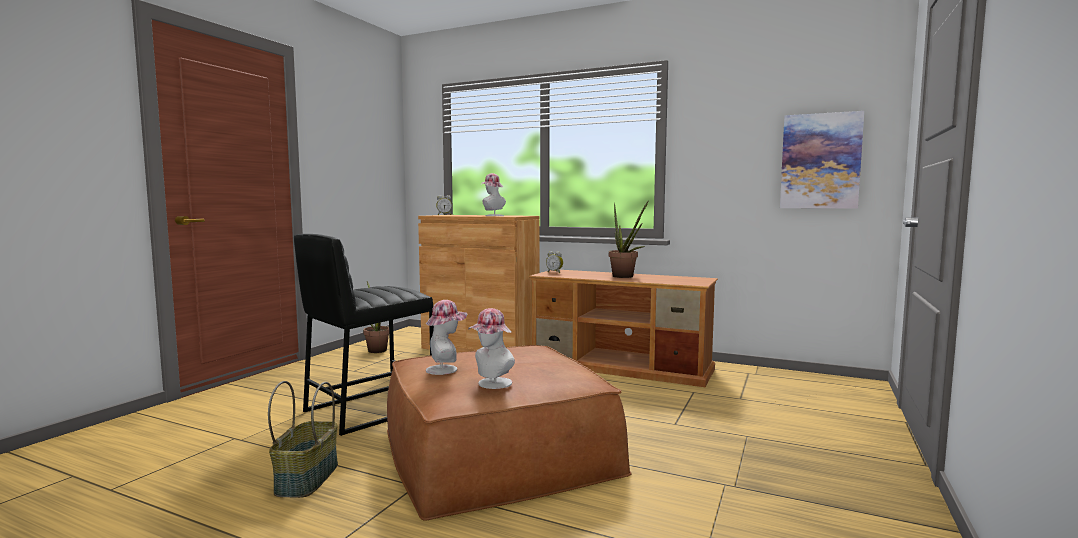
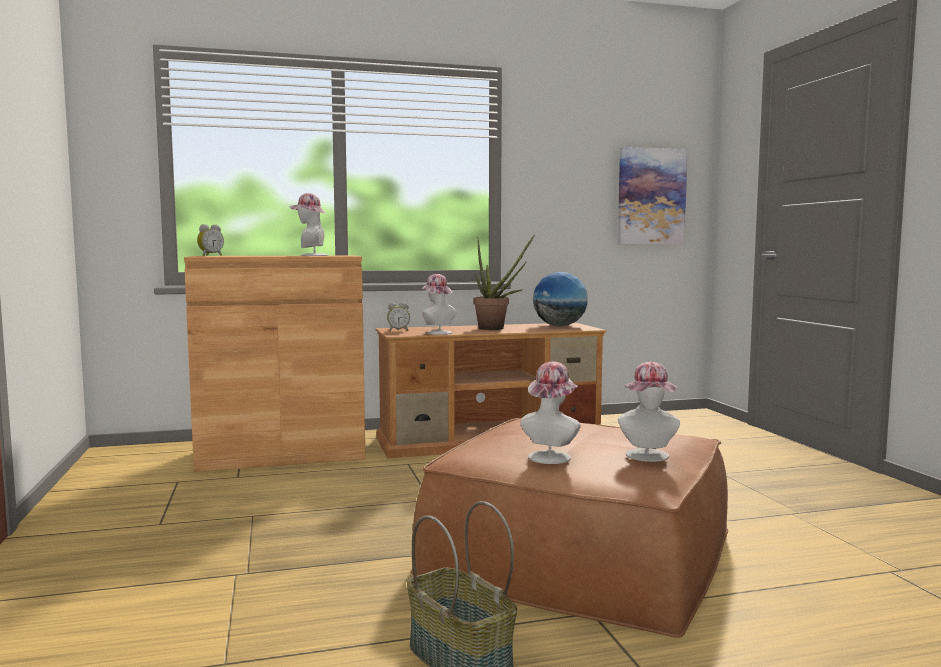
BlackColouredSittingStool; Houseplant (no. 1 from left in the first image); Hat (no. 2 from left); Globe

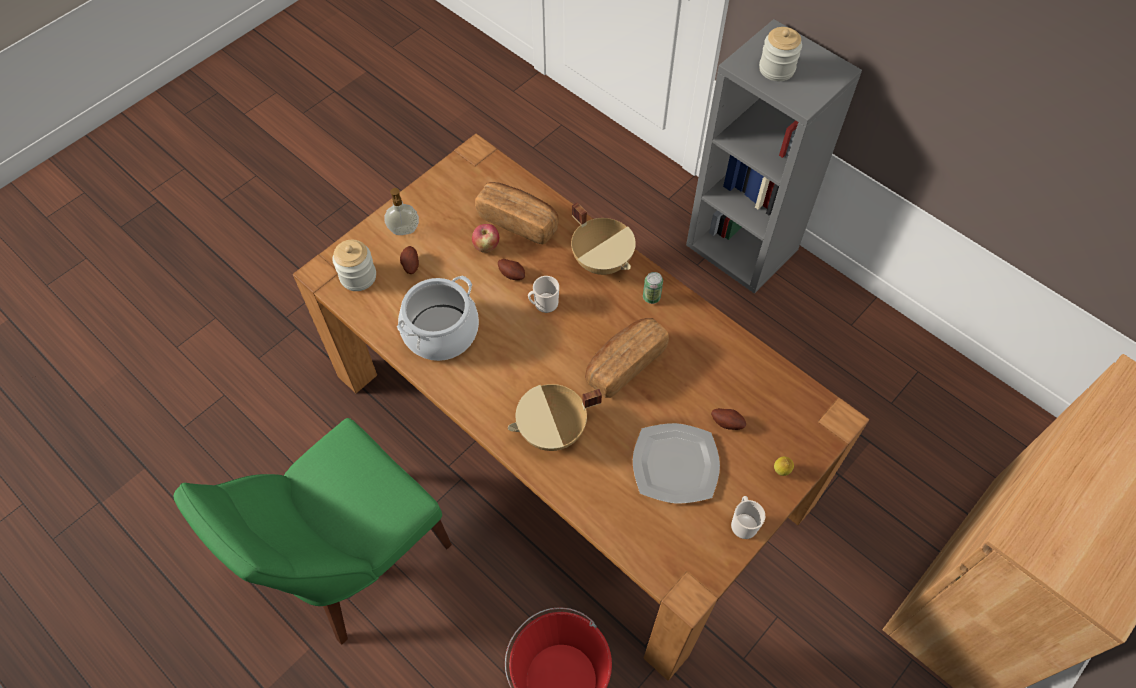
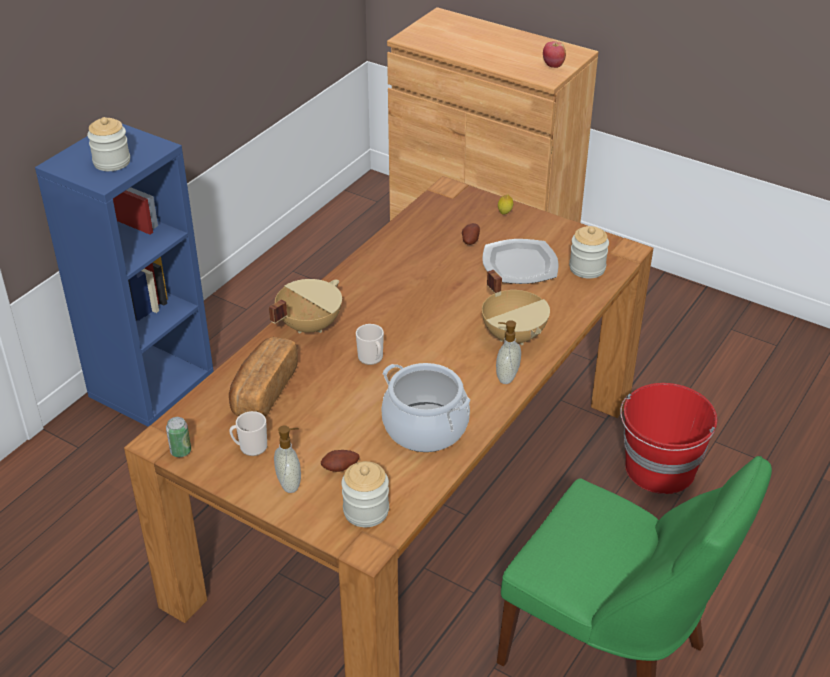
AppleFruit; WholePotato (no. 2 from left in the first image); BakeryBread (no. 2 from left in the first image); MetalCan; BlueBookshelf; Mug (no. 1 from left); LiquidSoapBottle (no. 2 from left); Jar (no. 3 from left)

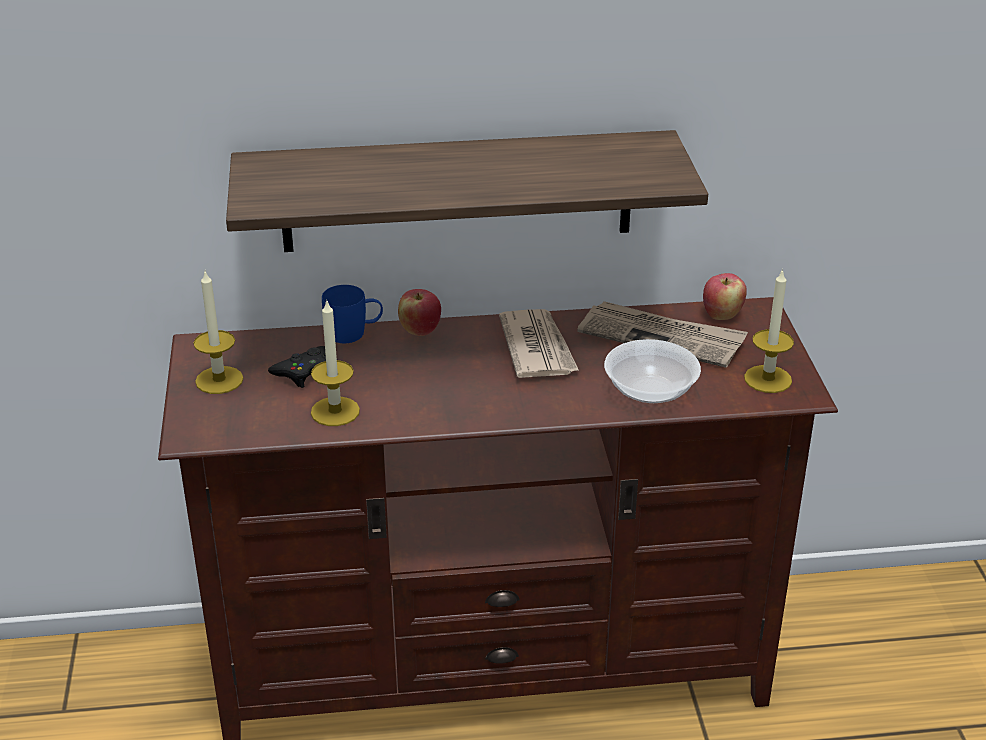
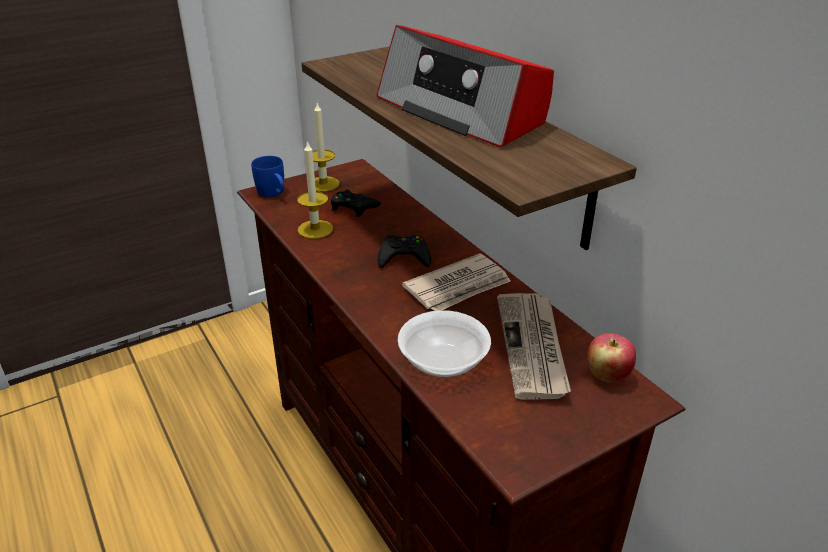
BlueMug; AppleFruit (no. 1 from left in the first image); WaxCandle (no. 3 from left in the first image); RadioReceiver; BlackColouredGamepad (no. 2 from left)

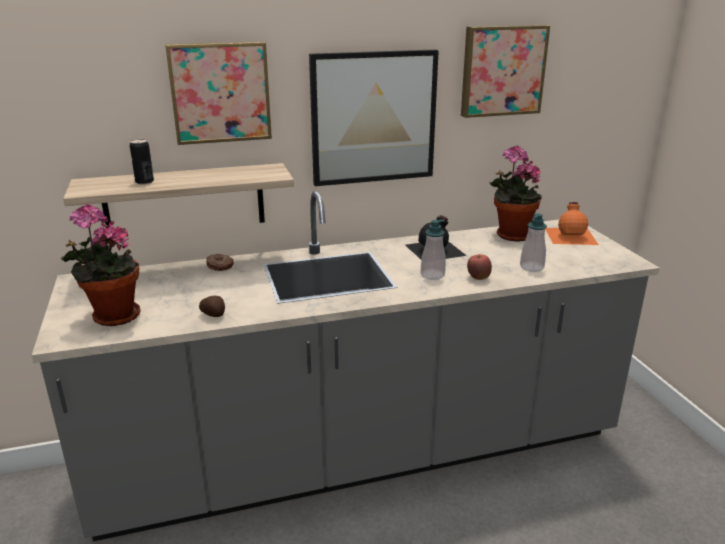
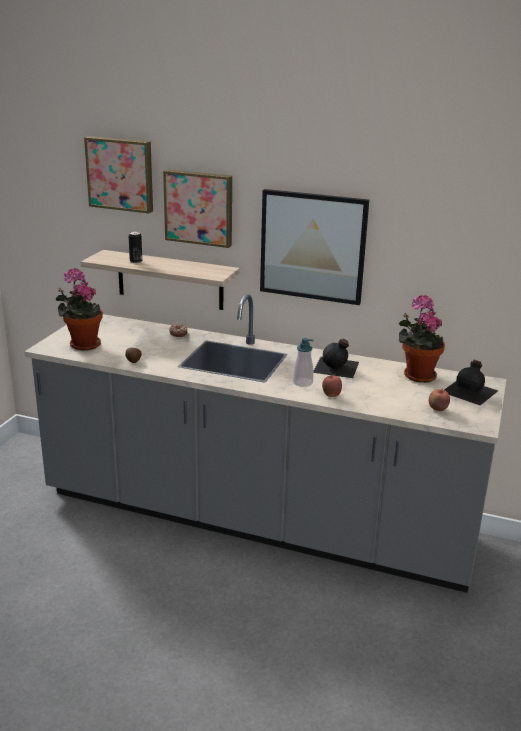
WallPicture (no. 1 from left); LiquidSoapBottle (no. 2 from left in the first image); BlackColouredDrinkBottle (no. 2 from left); AppleFruit (no. 2 from left)

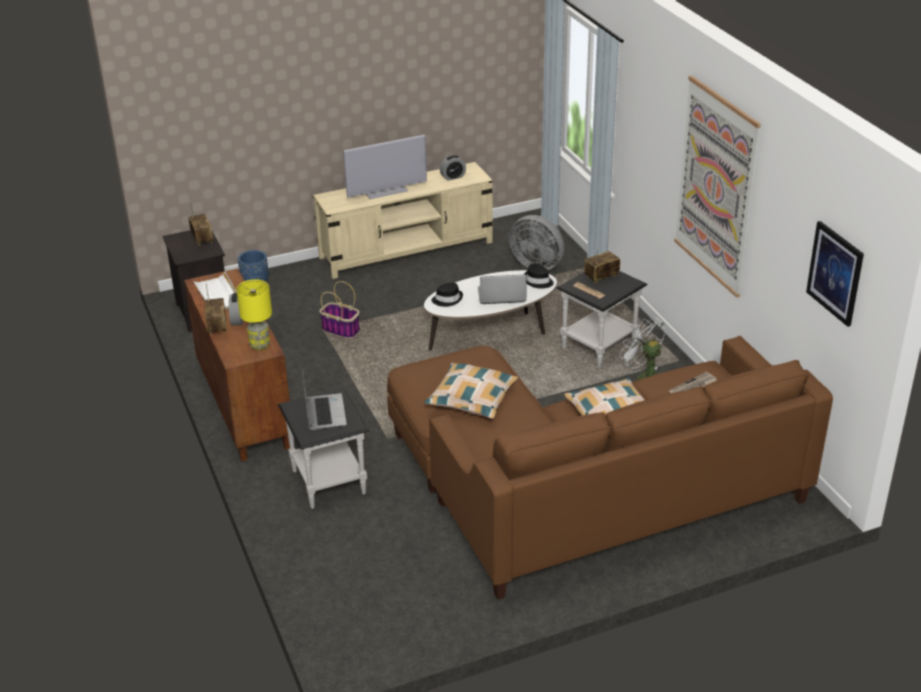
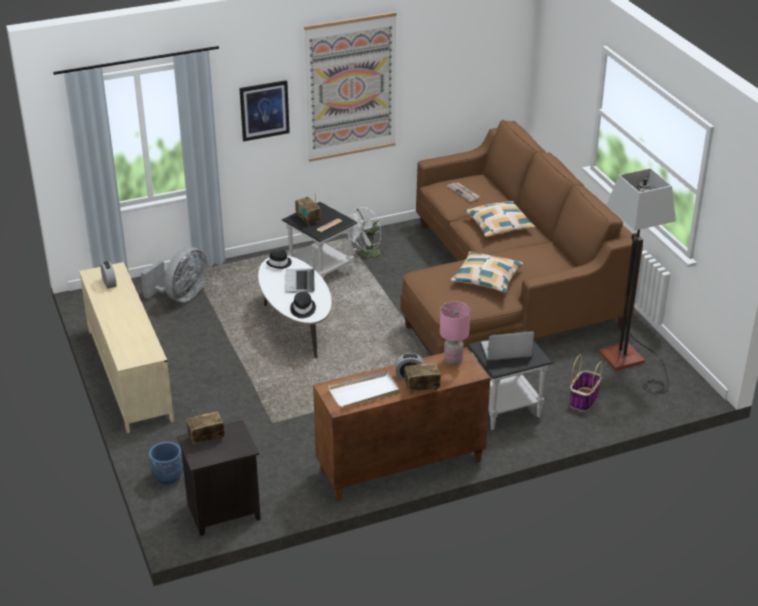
PinkColouredTableLamp; Basket; Tv; WallPicture (no. 1 from left); StandardLamp

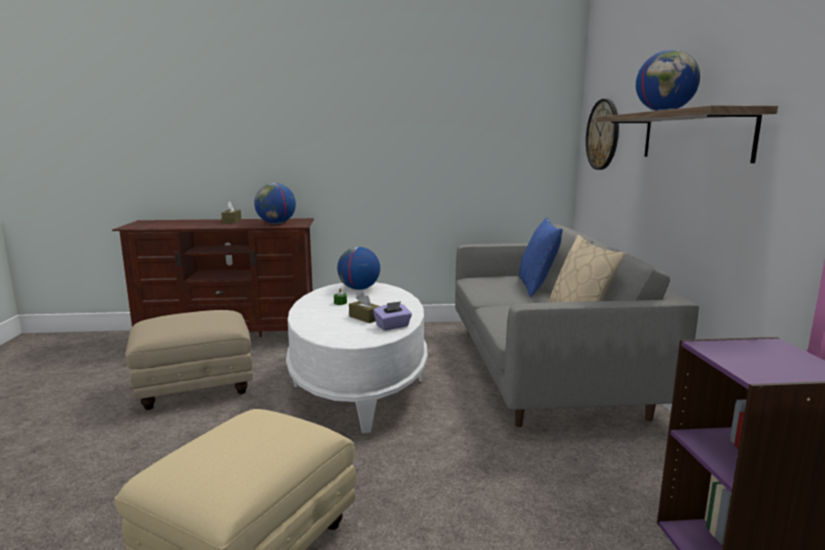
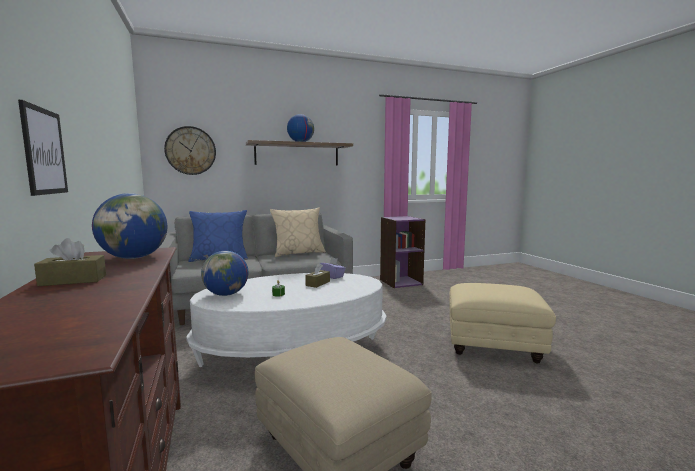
WallPicture

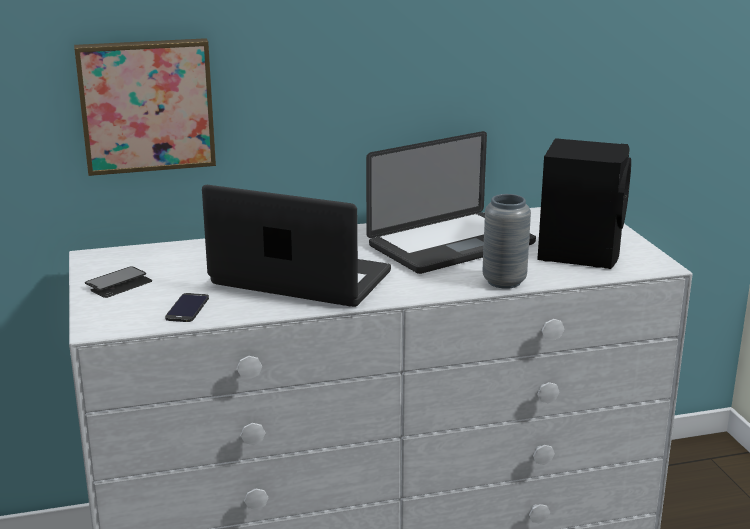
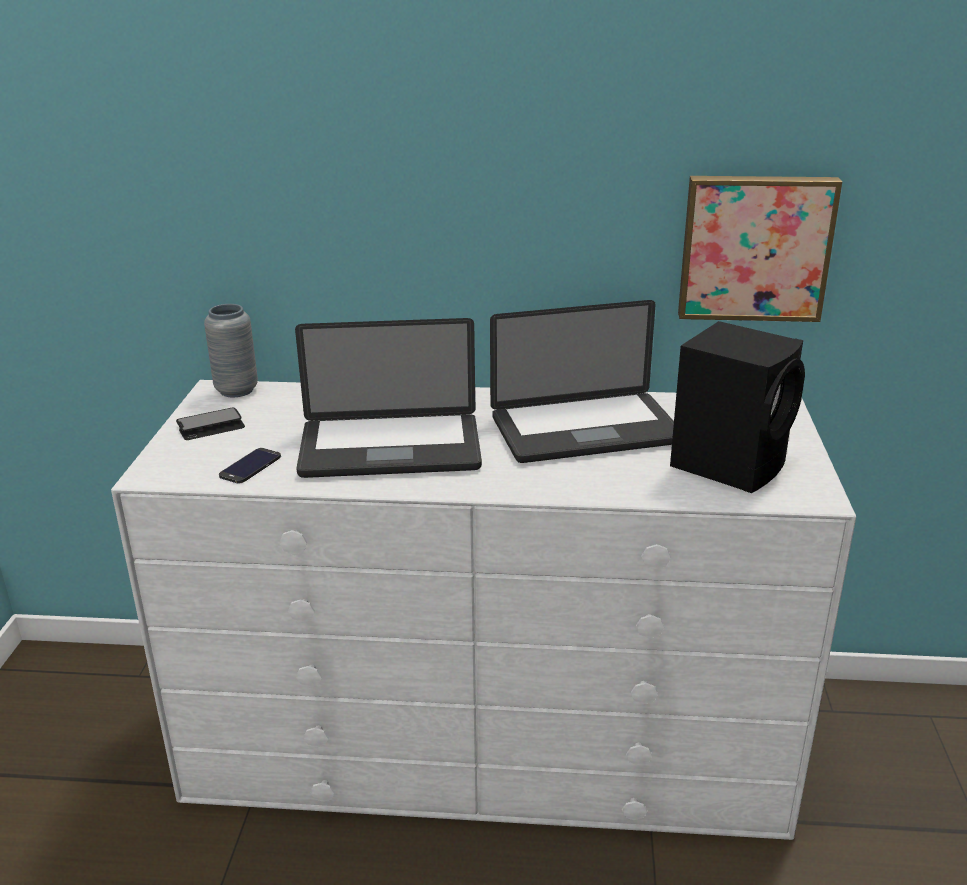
WallPicture; NotebookComputer (no. 1 from left); GrayFlowerVase

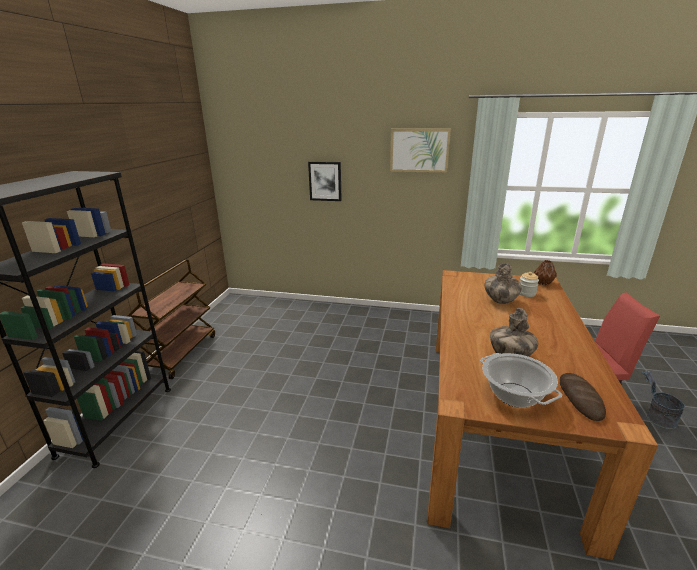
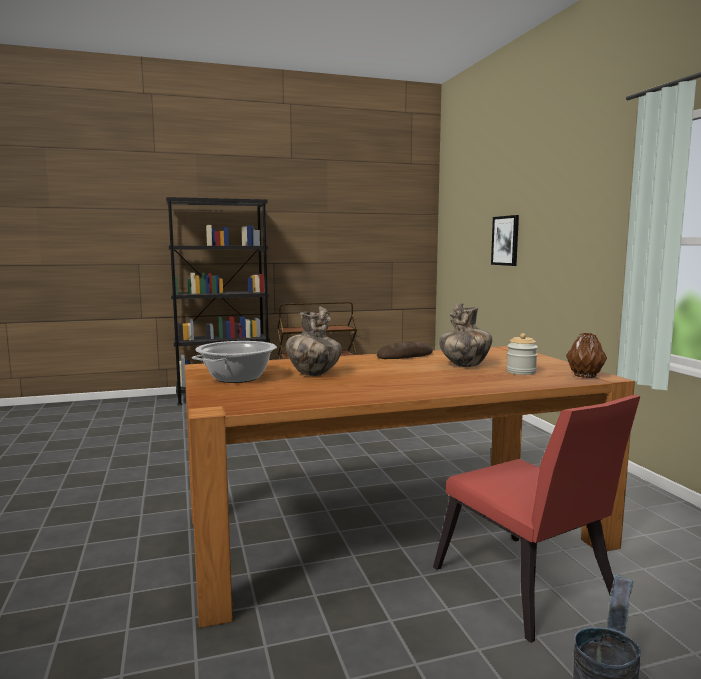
WallPicture (no. 2 from left in the first image); BakeryBread

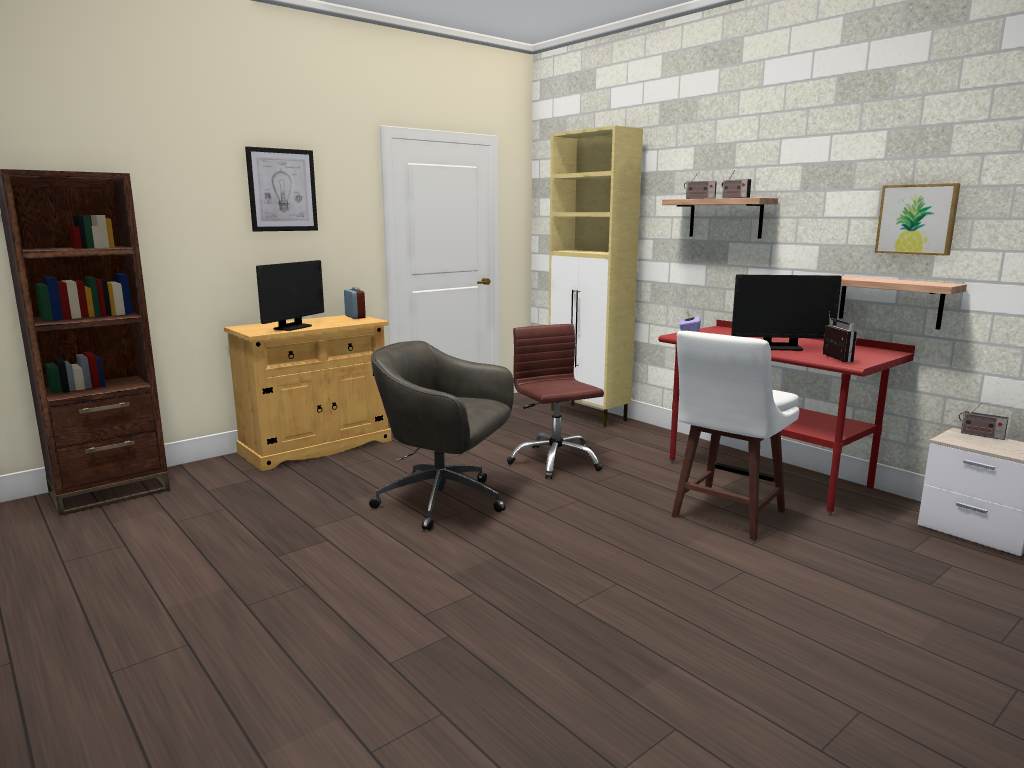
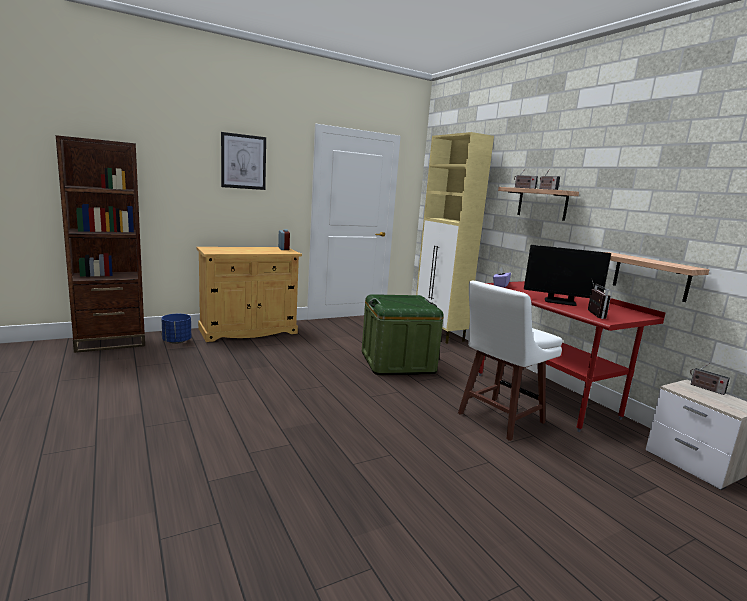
ComputerDisplay (no. 1 from left in the first image); GrayOfficeChair; GreenishStorageContainer; WallPicture (no. 2 from left in the first image); BlueFlowerPot

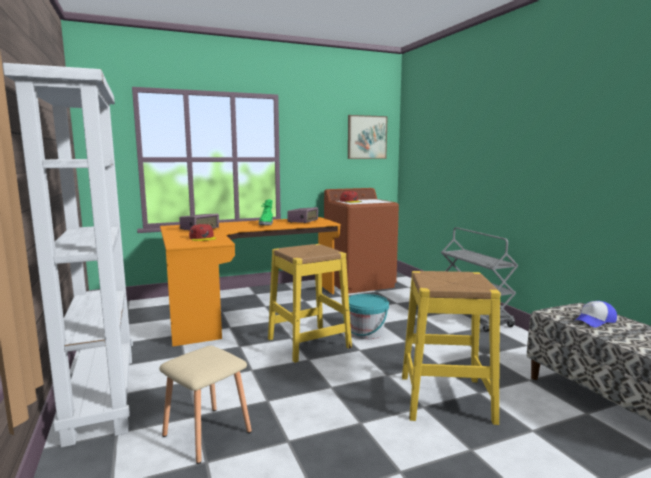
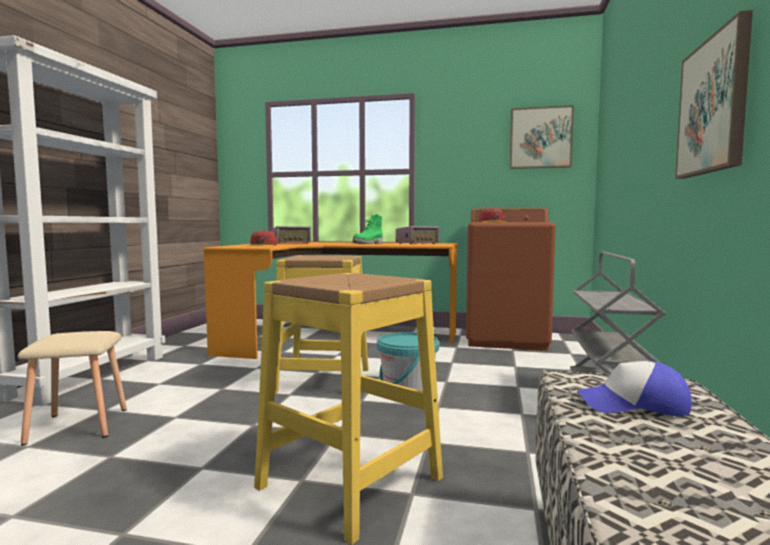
WallPicture (no. 2 from left)

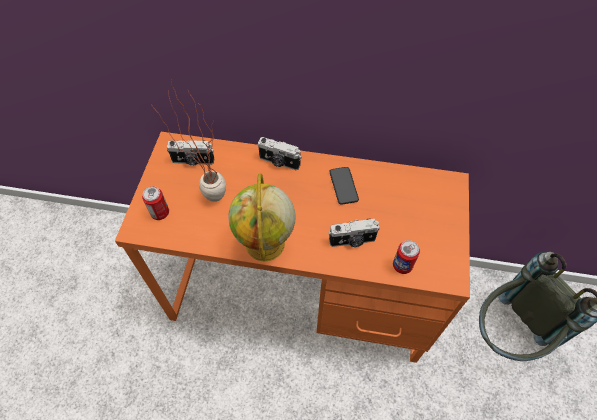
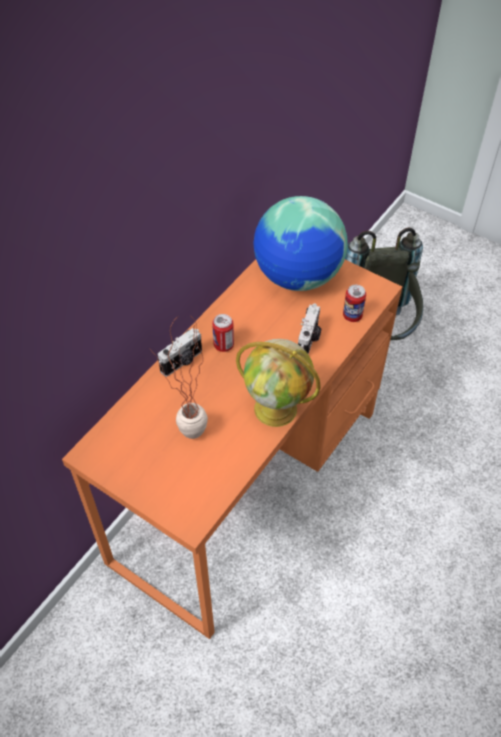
MetalCan (no. 1 from left); PhotoCamera (no. 1 from left in the first image); Telephone; Globe (no. 2 from left)

